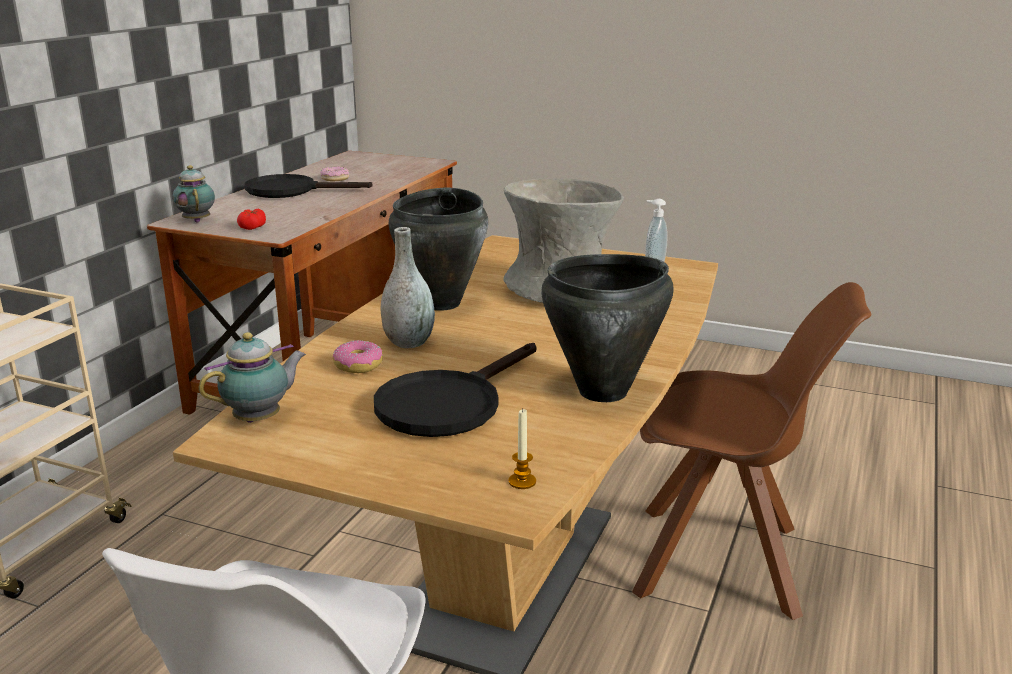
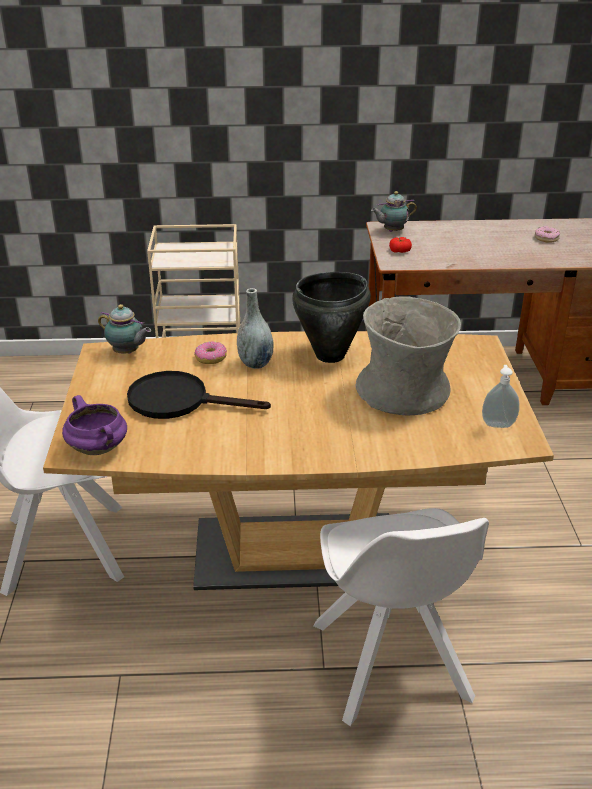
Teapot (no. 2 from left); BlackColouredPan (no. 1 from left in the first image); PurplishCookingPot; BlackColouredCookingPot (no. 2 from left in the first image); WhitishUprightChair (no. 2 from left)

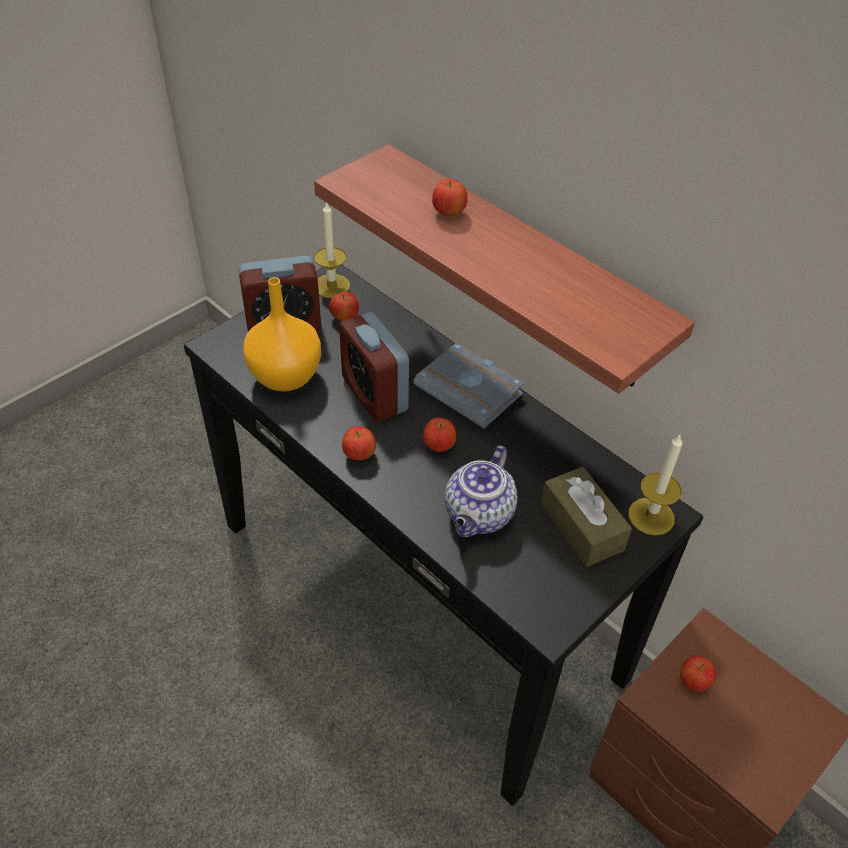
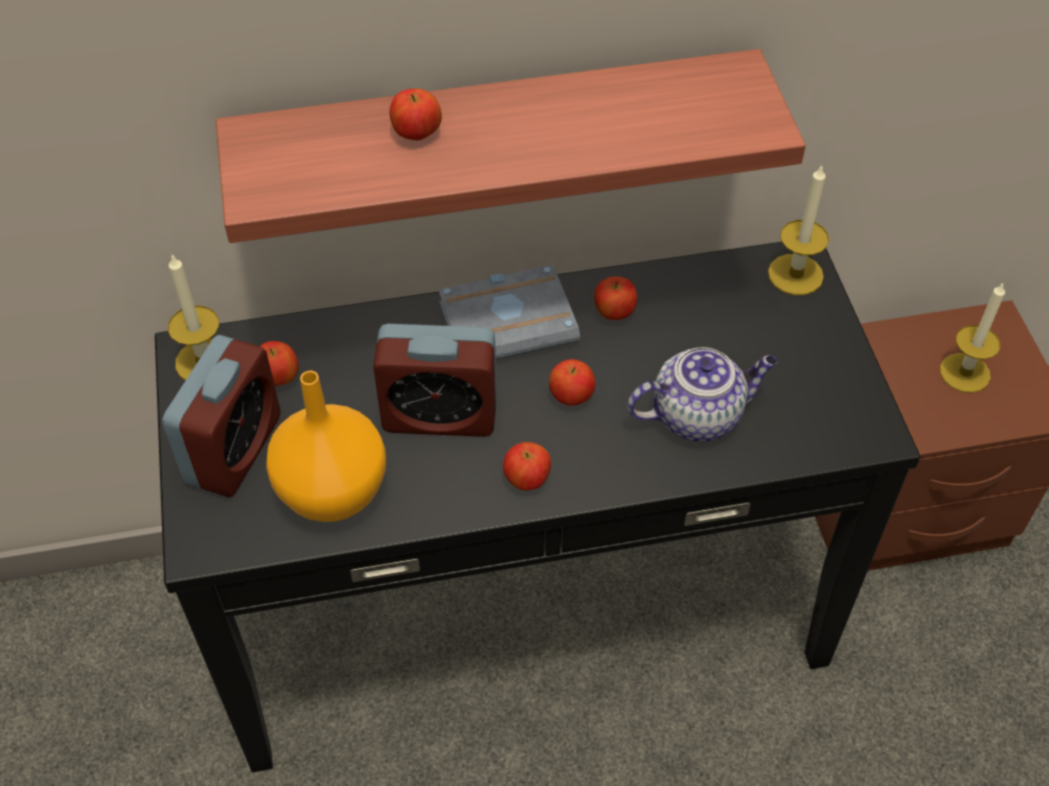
Teapot; BrownColouredTissueHolder; AppleFruit (no. 5 from left); WaxCandle (no. 3 from left)

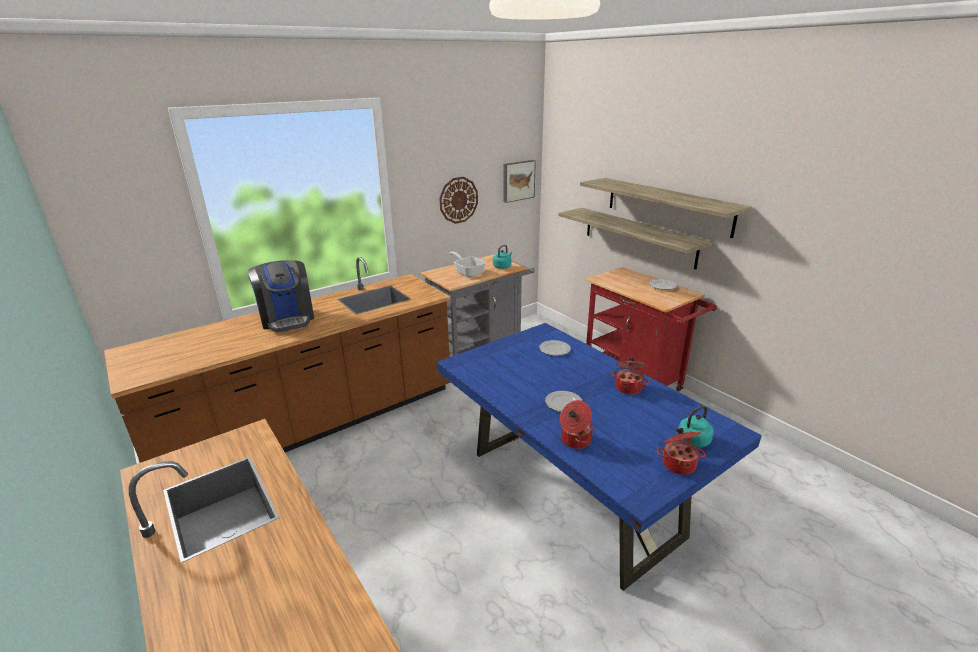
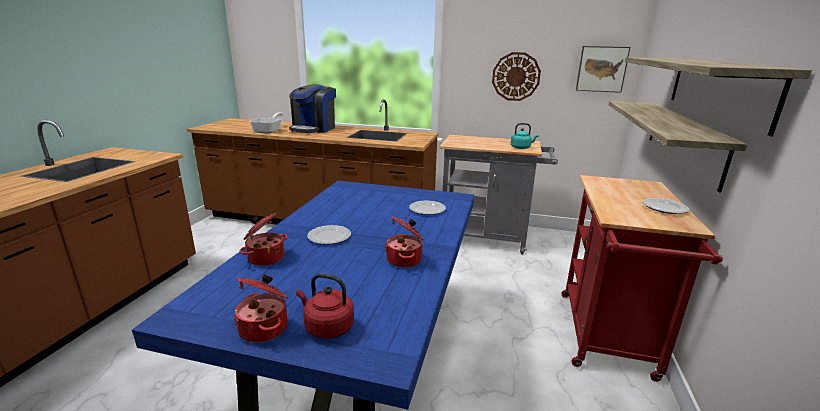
Pan; ReddishTeaKettle

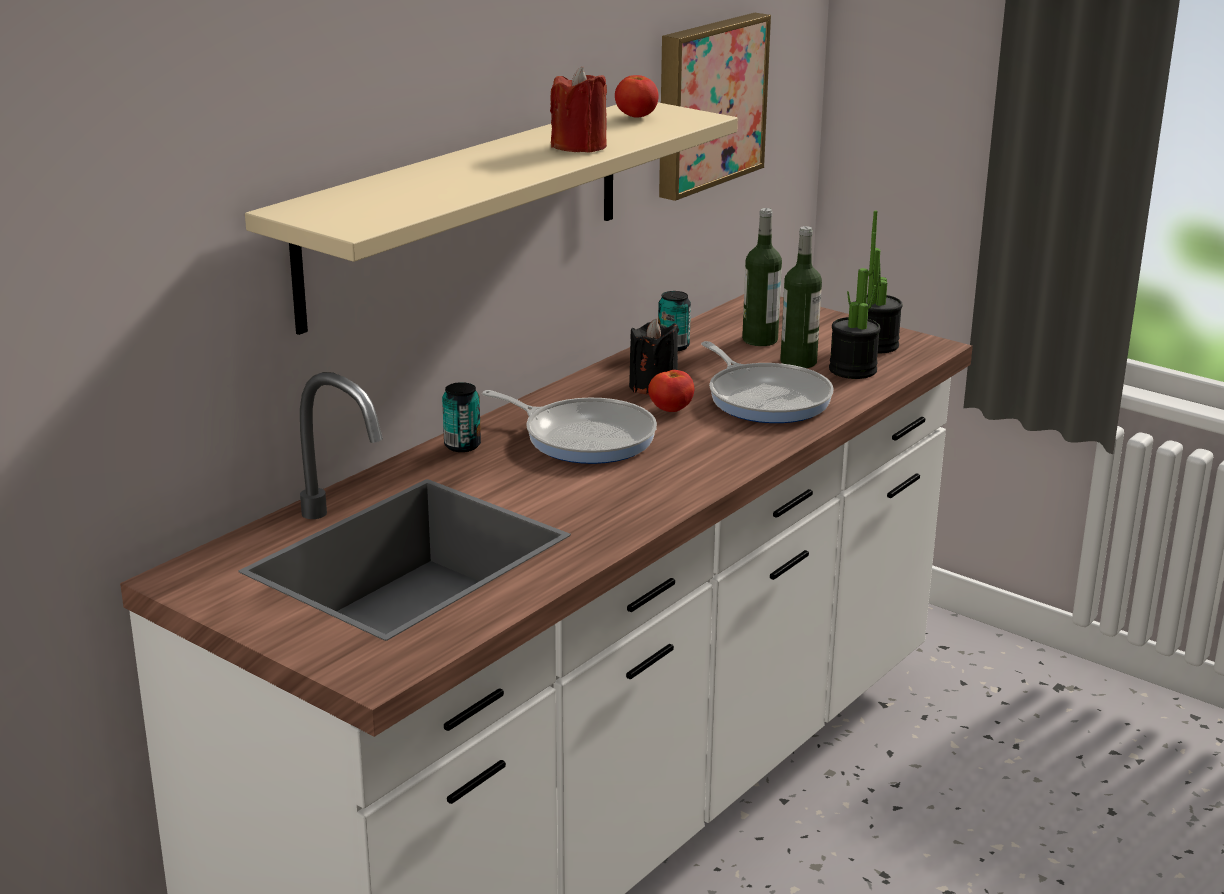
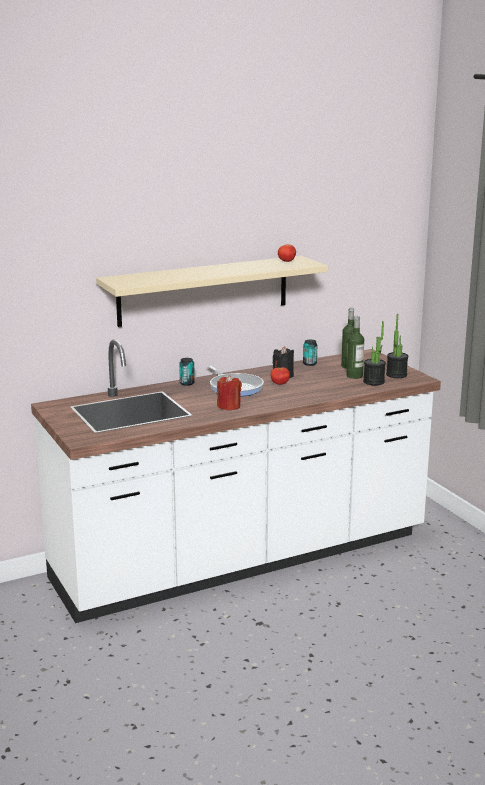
ReddishWaxCandle; WallPicture; Pan (no. 2 from left in the first image)

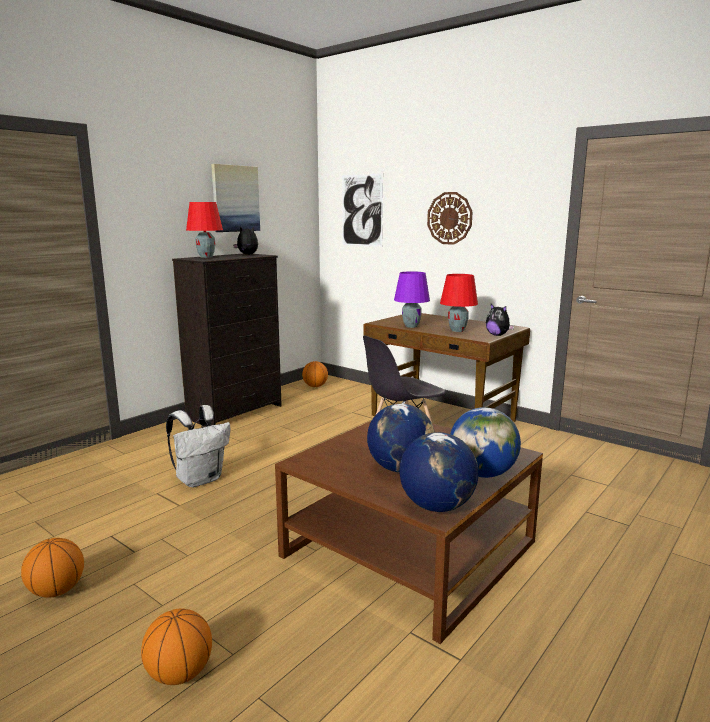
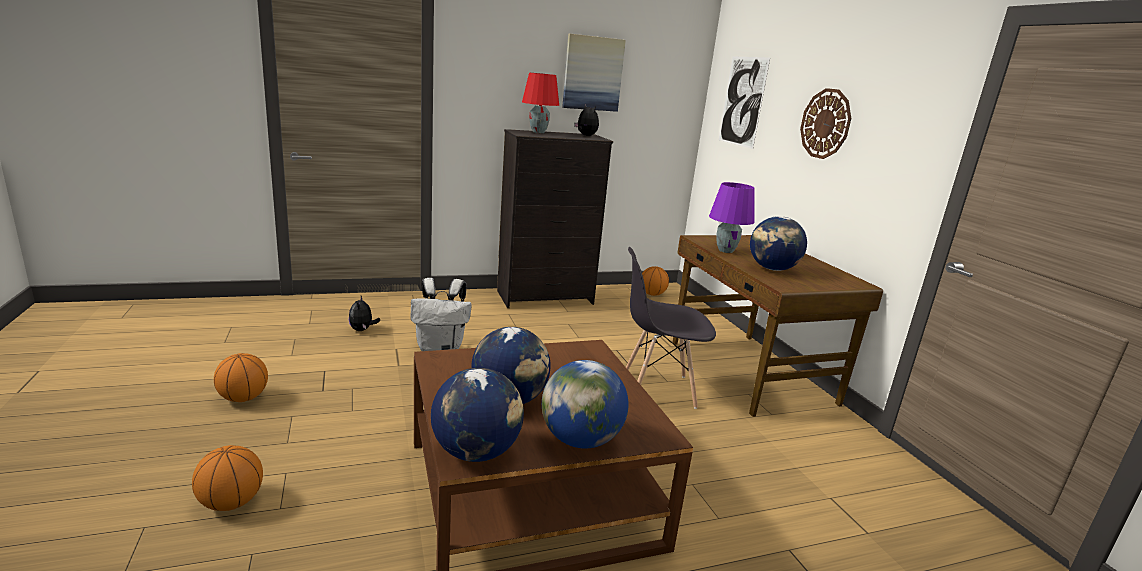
Globe (no. 4 from left); CuddlyToy (no. 1 from left)

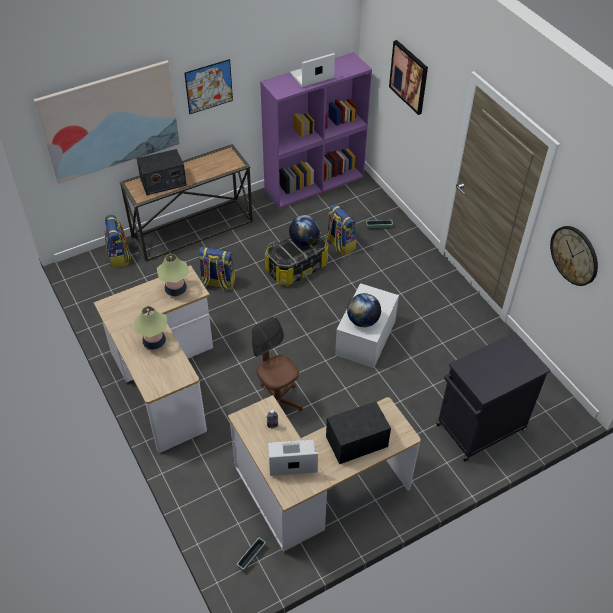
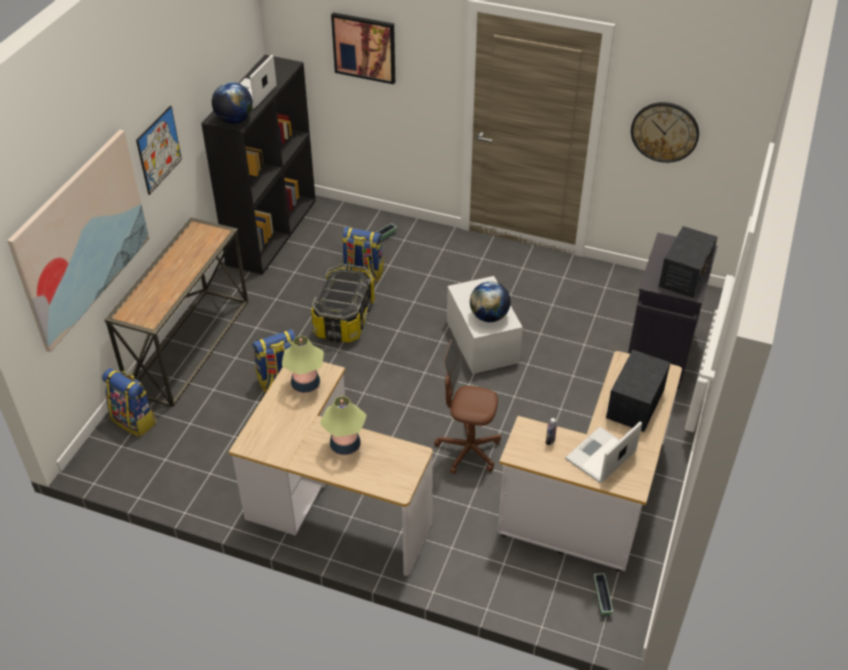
RadioReceiver (no. 2 from left); BlackColouredBookshelf; Globe (no. 1 from left)

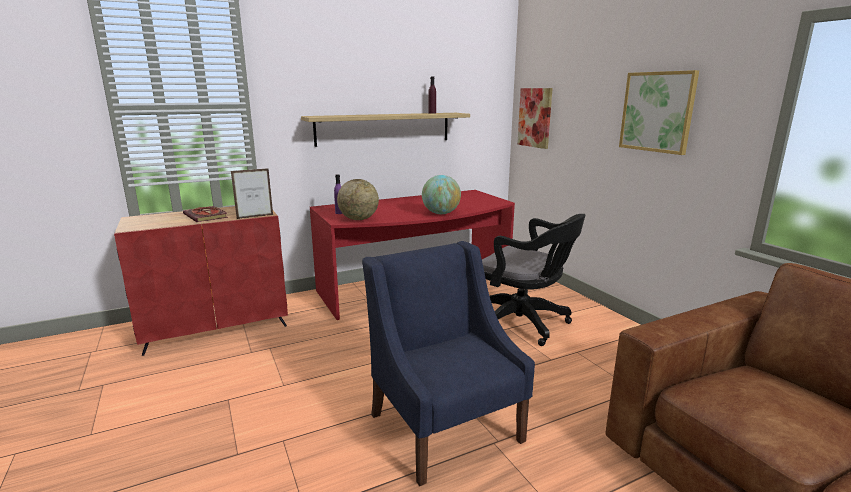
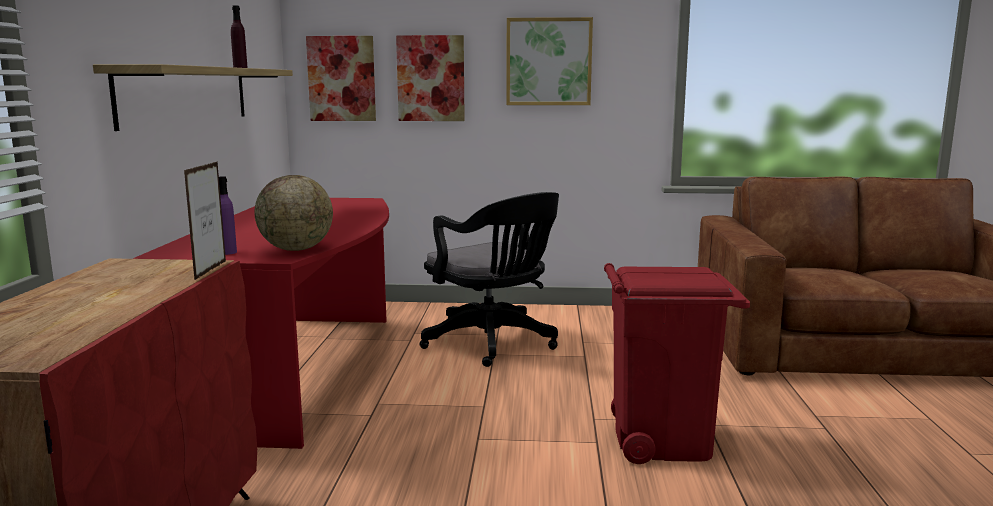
Book; ReddishRubbishBin; Globe (no. 2 from left in the first image); BlackColouredOfficeChair; WallPicture (no. 2 from left)

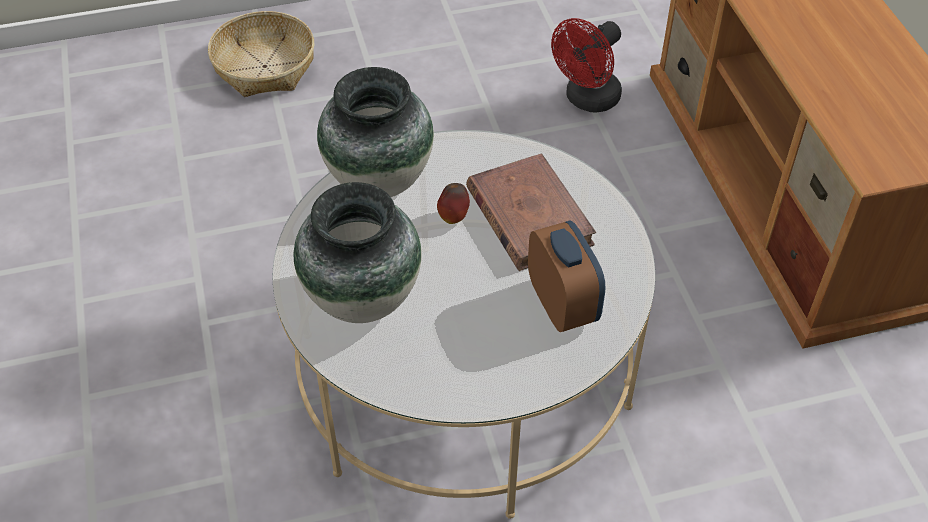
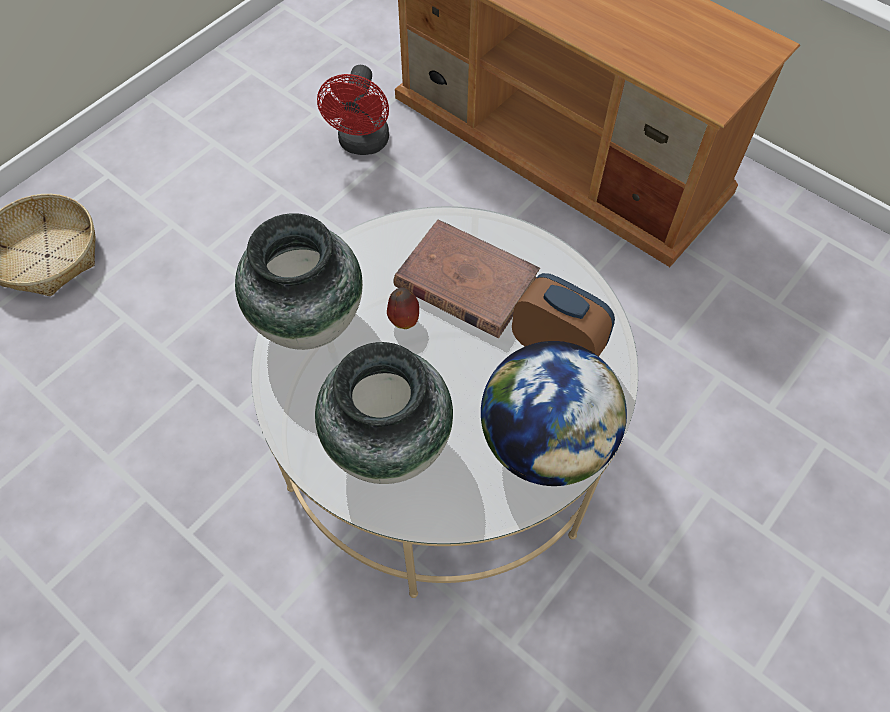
Globe

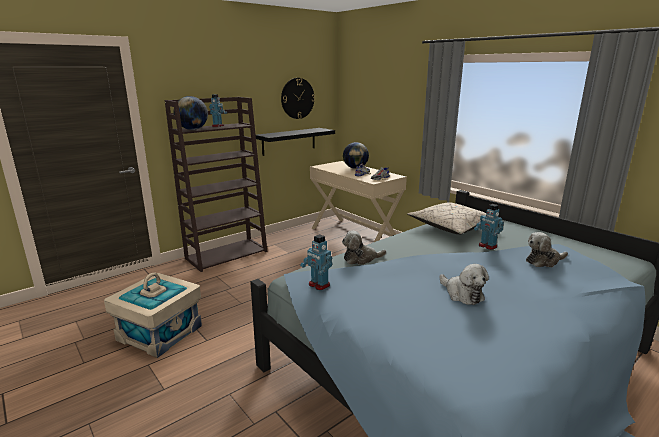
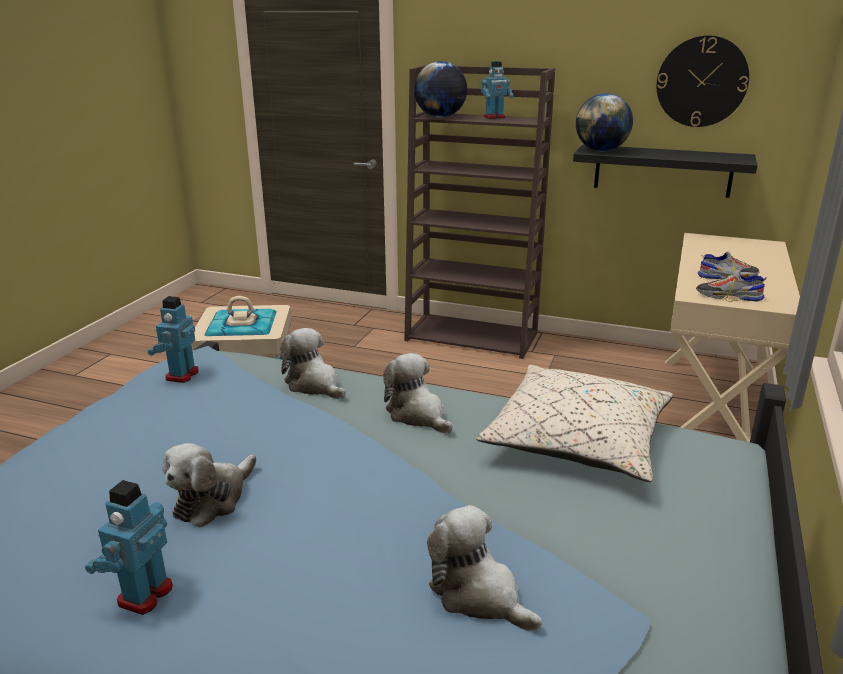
Globe (no. 2 from left); RobotFigure (no. 1 from left); CuddlyToy (no. 3 from left)

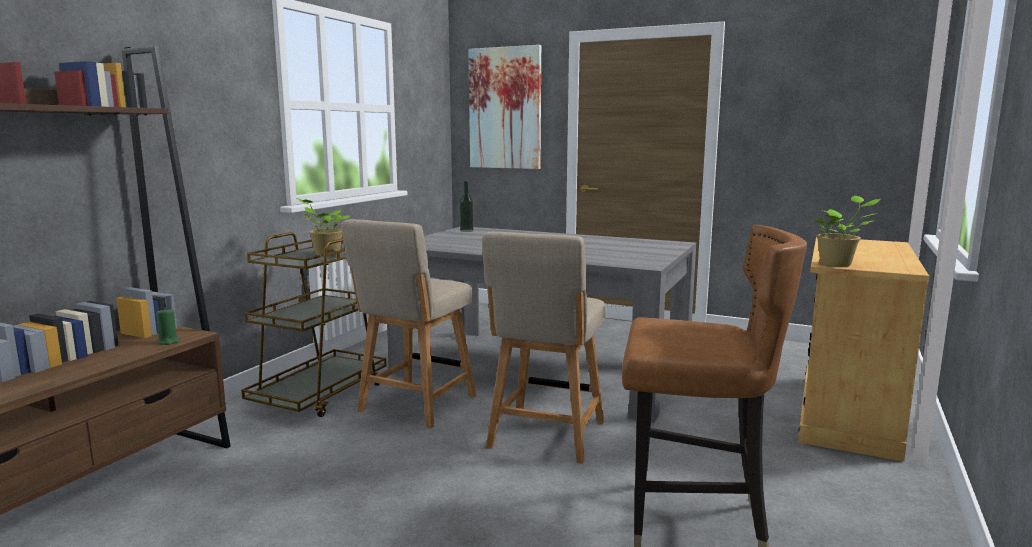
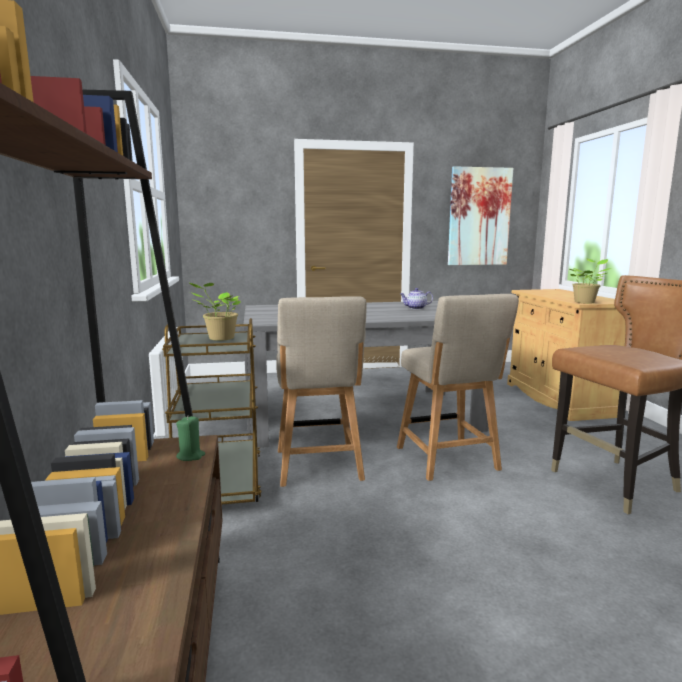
DrinkBottle; WallPicture; Teapot

